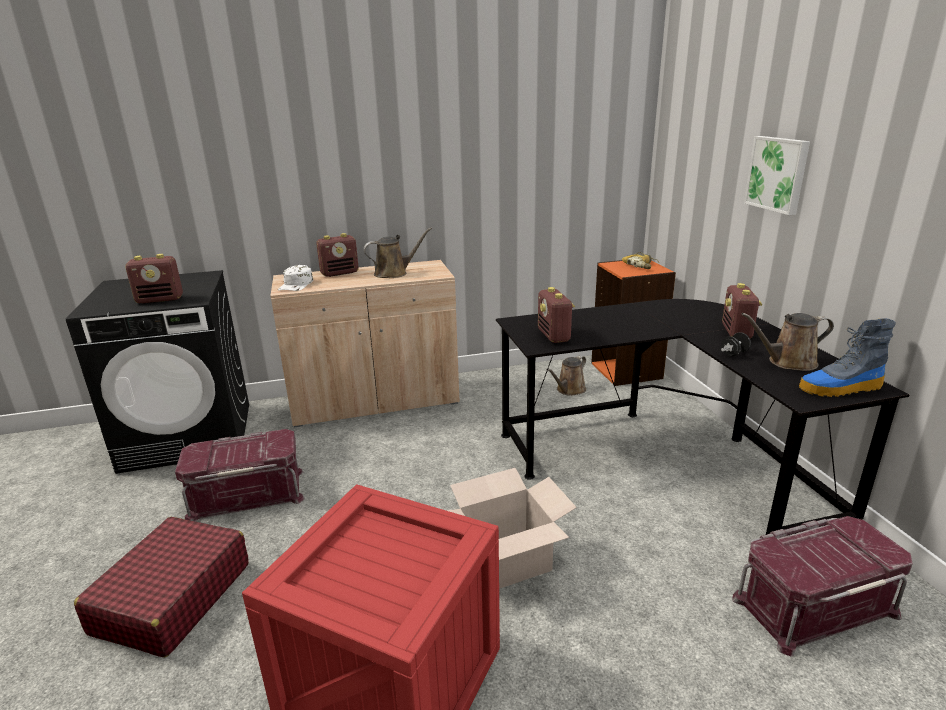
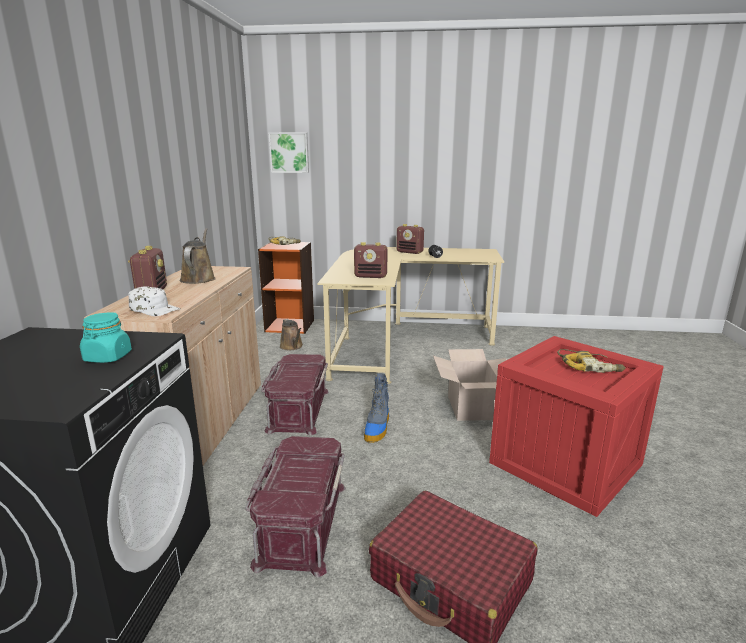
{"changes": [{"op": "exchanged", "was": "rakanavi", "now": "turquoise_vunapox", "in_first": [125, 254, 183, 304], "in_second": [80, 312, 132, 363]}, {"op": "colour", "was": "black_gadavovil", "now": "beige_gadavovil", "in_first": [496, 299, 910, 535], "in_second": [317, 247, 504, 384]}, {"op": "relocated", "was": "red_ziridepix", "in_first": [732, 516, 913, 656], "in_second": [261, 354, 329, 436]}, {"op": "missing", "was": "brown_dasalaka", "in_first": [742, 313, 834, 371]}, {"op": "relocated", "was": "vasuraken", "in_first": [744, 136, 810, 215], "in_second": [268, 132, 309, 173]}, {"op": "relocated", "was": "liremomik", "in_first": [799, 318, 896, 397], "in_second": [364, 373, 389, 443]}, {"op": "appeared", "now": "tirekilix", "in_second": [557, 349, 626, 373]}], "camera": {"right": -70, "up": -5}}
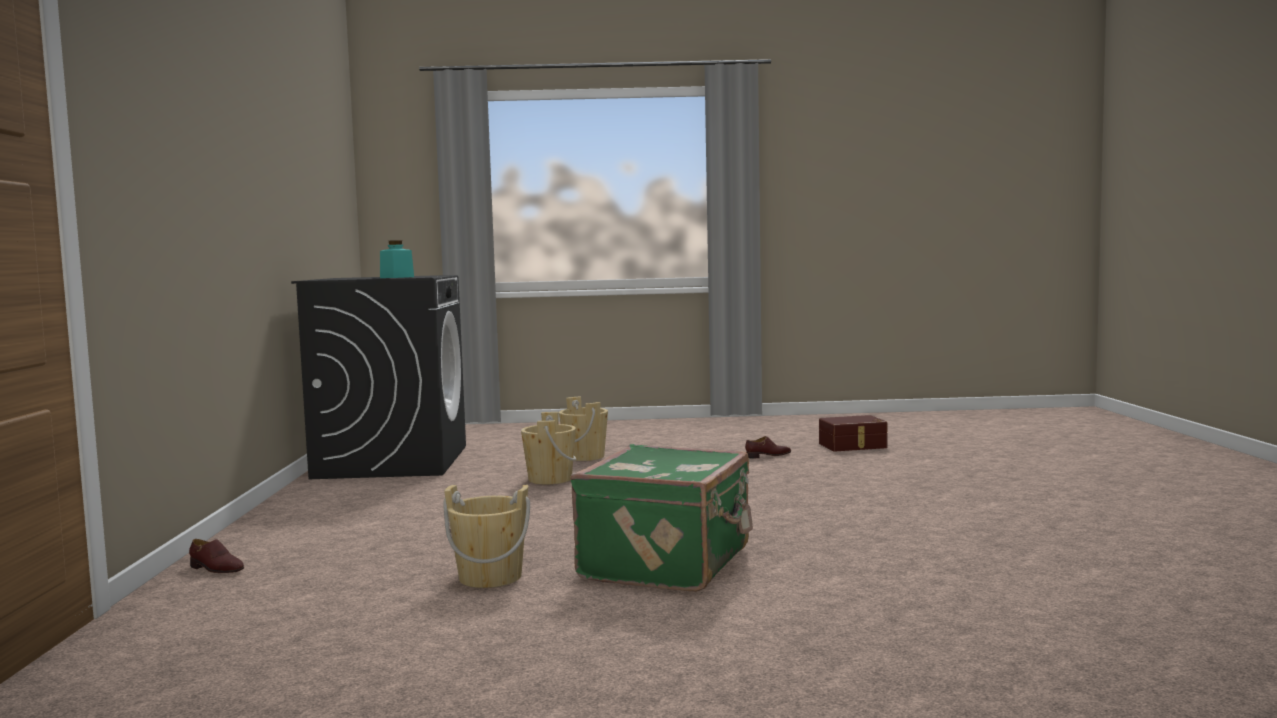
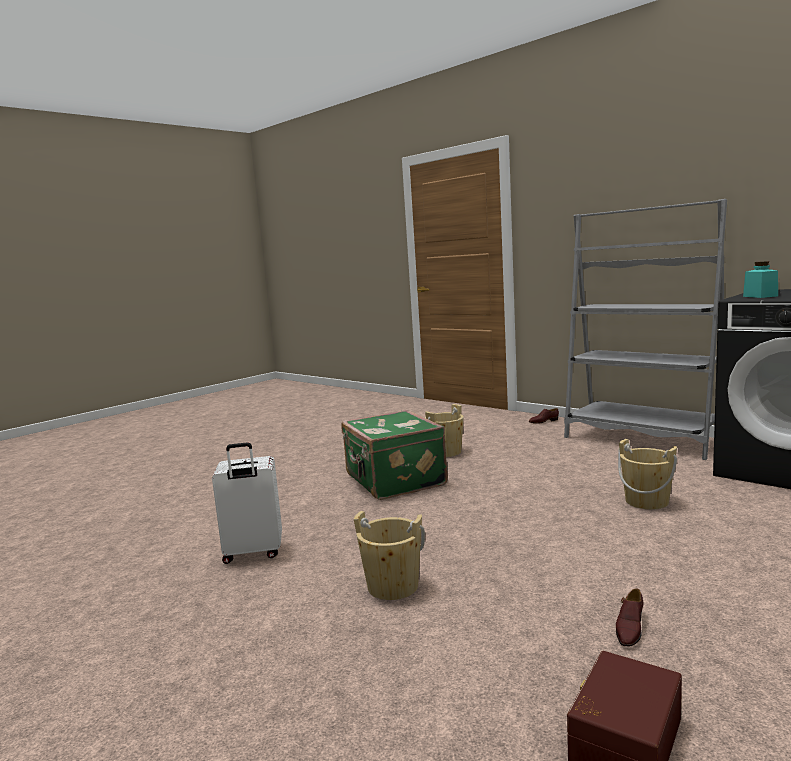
{"changes": [{"op": "relocated", "was": "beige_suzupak", "in_first": [559, 397, 608, 461], "in_second": [354, 511, 425, 600]}, {"op": "appeared", "now": "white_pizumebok", "in_second": [212, 442, 282, 564]}, {"op": "appeared", "now": "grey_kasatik", "in_second": [564, 199, 727, 460]}], "camera": {"right": 135, "up": 5}}
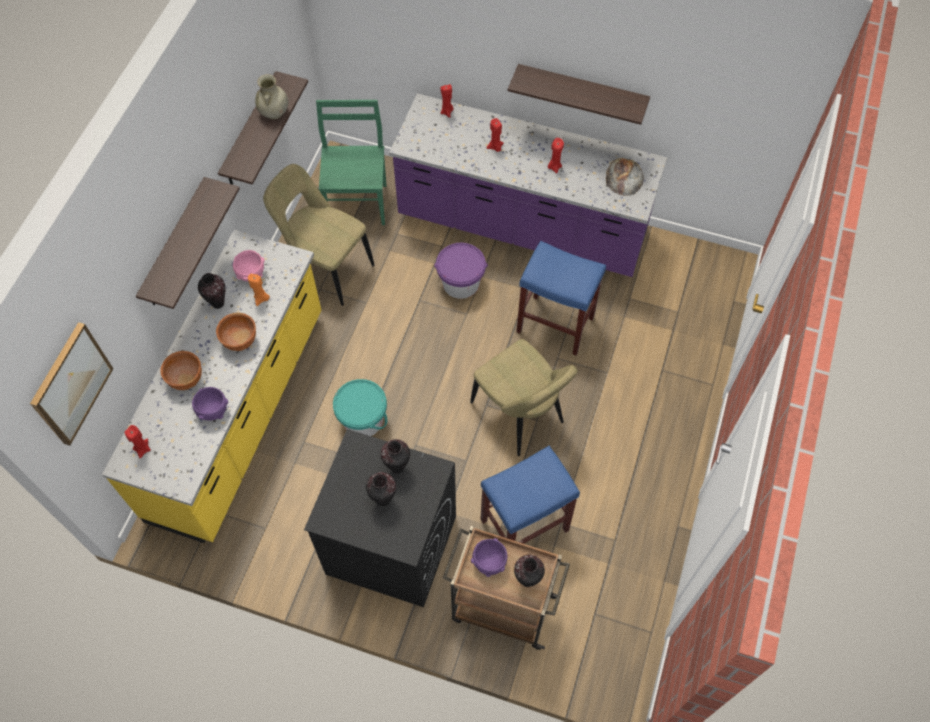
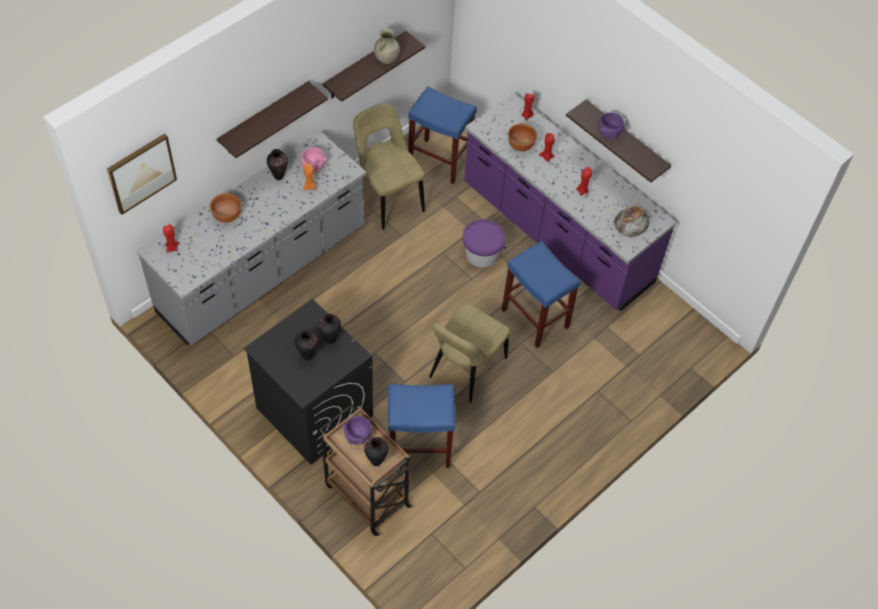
{"changes": [{"op": "colour", "was": "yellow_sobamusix", "now": "grey_sobamusix", "in_first": [102, 230, 322, 543], "in_second": [137, 131, 366, 345]}, {"op": "relocated", "was": "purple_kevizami", "in_first": [192, 387, 228, 420], "in_second": [598, 112, 625, 139]}, {"op": "relocated", "was": "brown_kevizami", "in_first": [216, 313, 256, 351], "in_second": [508, 123, 537, 151]}, {"op": "exchanged", "was": "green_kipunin", "now": "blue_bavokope", "in_first": [316, 100, 386, 225], "in_second": [408, 86, 477, 184]}, {"op": "missing", "was": "turquoise_suzupak", "in_first": [333, 379, 387, 436]}, {"op": "spun", "was": "beige_kipunin", "in_first": [470, 339, 578, 456], "in_second": [429, 303, 510, 403], "clockwise": 45}], "camera": {"right": 25, "up": -5}}
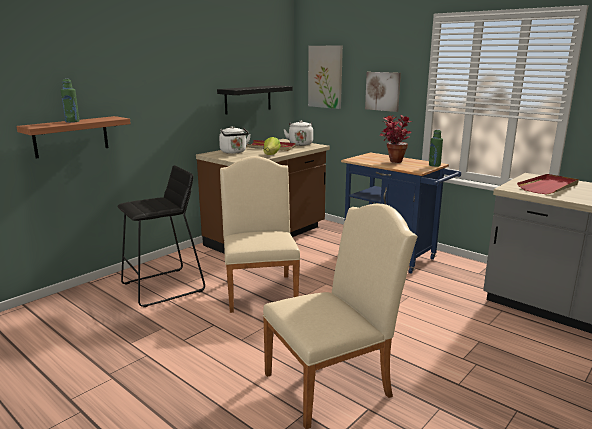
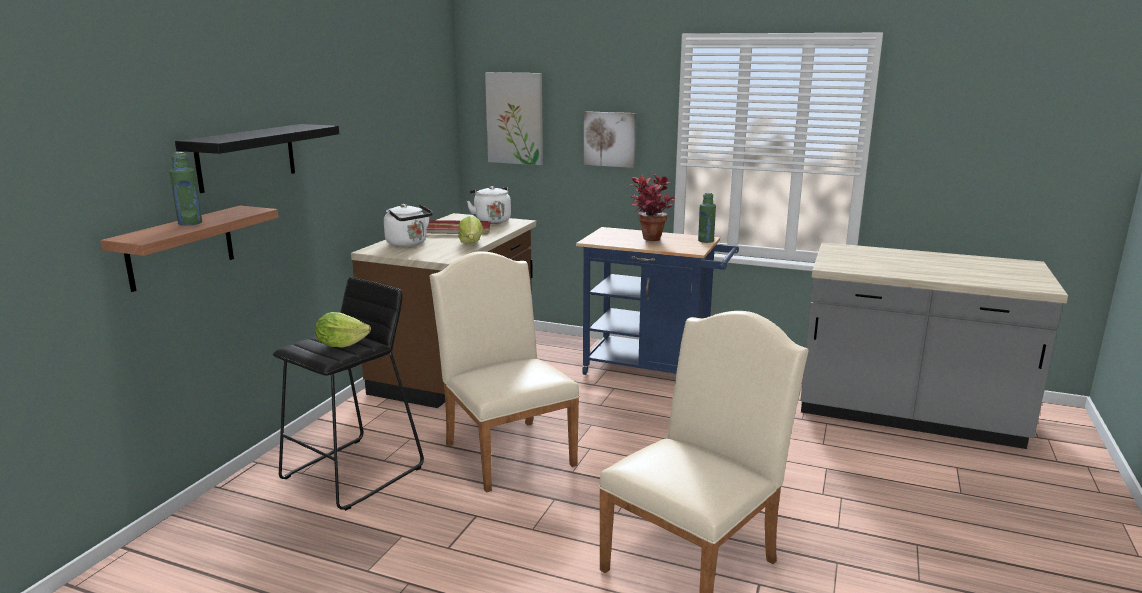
{"changes": [{"op": "relocated", "was": "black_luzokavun", "in_first": [217, 85, 293, 114], "in_second": [175, 124, 339, 193]}, {"op": "missing", "was": "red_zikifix", "in_first": [517, 174, 579, 194]}, {"op": "appeared", "now": "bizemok", "in_second": [315, 312, 371, 348]}], "camera": {"right": -20, "up": 0}}
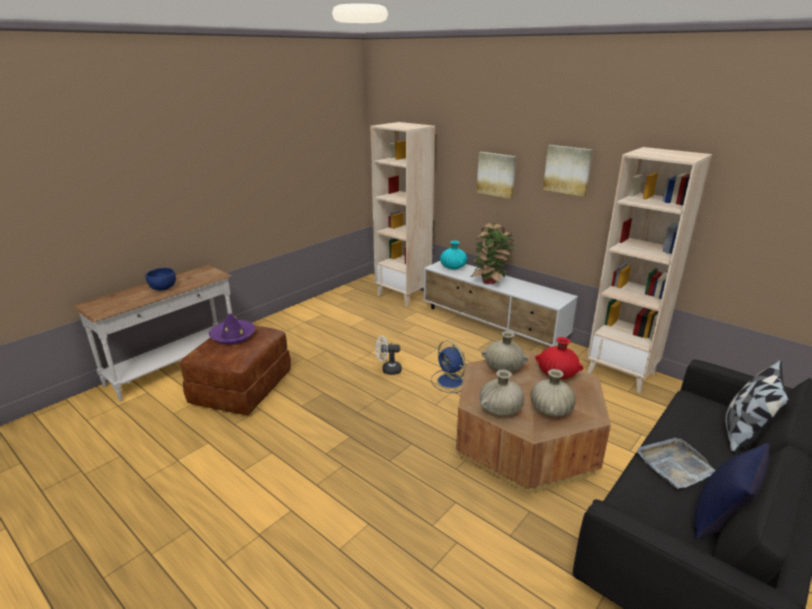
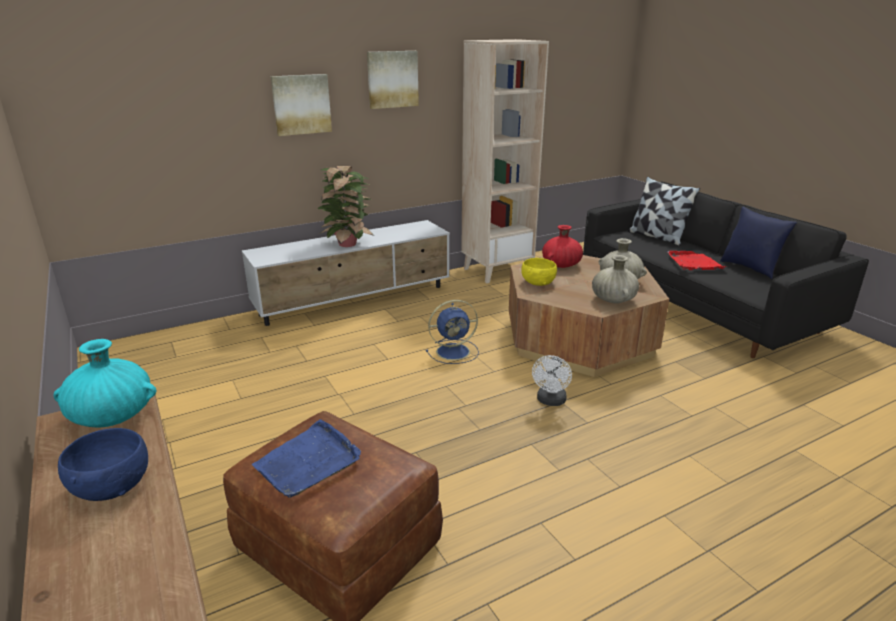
{"changes": [{"op": "exchanged", "was": "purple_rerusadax", "now": "blue_zikifix", "in_first": [209, 313, 256, 344], "in_second": [252, 419, 361, 498]}, {"op": "missing", "was": "beige_kasatik", "in_first": [370, 122, 435, 307]}, {"op": "relocated", "was": "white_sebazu", "in_first": [376, 336, 402, 375], "in_second": [532, 355, 572, 406]}, {"op": "relocated", "was": "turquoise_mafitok", "in_first": [440, 241, 467, 270], "in_second": [54, 339, 156, 427]}, {"op": "exchanged", "was": "beige_mafitok", "now": "yellow_kevizami", "in_first": [482, 331, 528, 372], "in_second": [521, 258, 557, 286]}, {"op": "colour", "was": "grey_zikifix", "now": "red_zikifix", "in_first": [637, 438, 715, 489], "in_second": [668, 251, 726, 270]}], "camera": {"right": -70, "up": 0}}
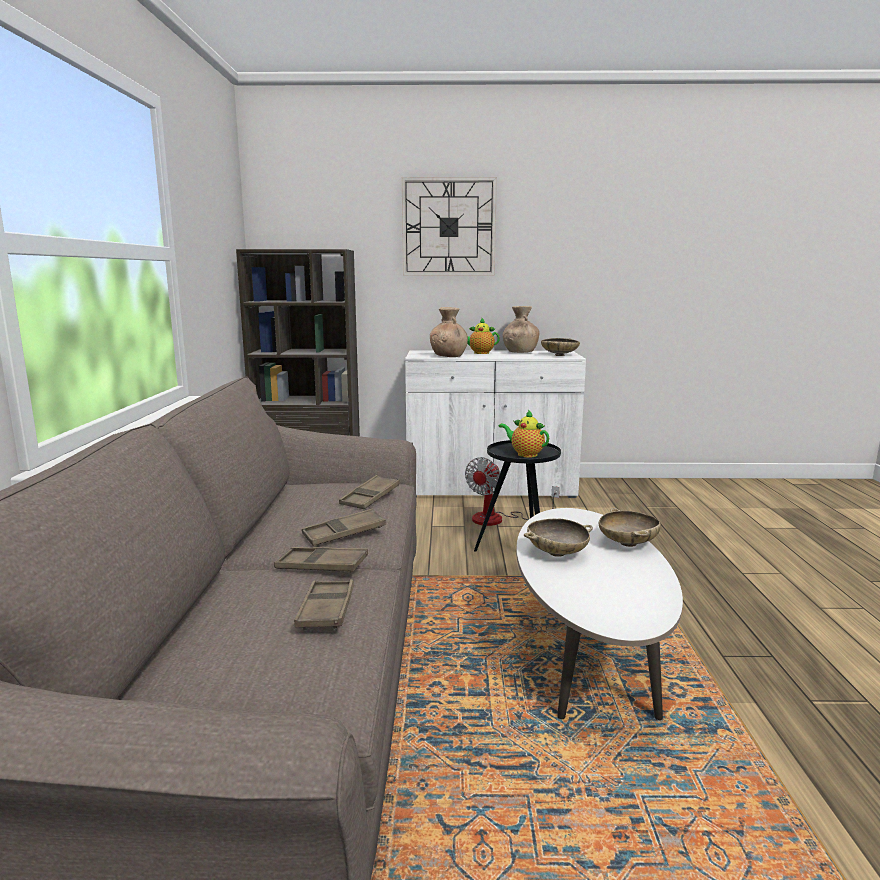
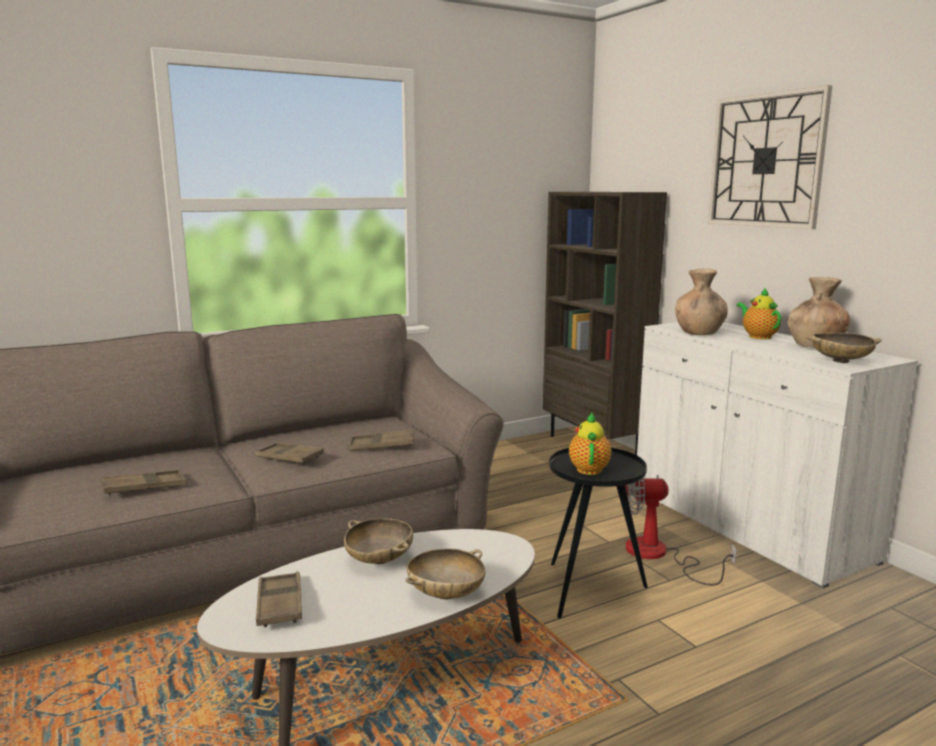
{"changes": [{"op": "relocated", "was": "brown_zikifix", "in_first": [274, 547, 368, 573], "in_second": [256, 572, 302, 627]}], "camera": {"right": 60, "up": 0}}
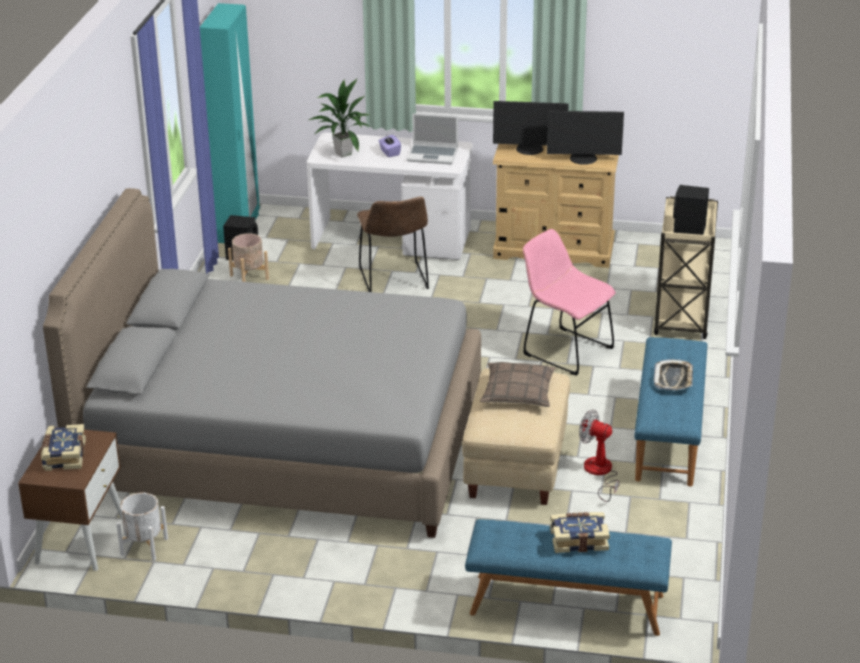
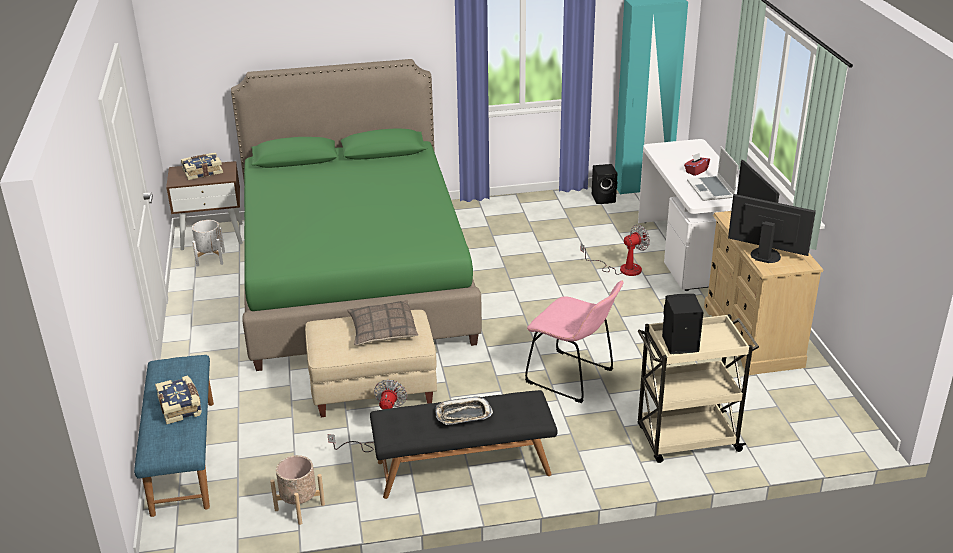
{"changes": [{"op": "colour", "was": "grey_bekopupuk", "now": "green_bekopupuk", "in_first": [43, 188, 481, 538], "in_second": [231, 59, 482, 371]}, {"op": "relocated", "was": "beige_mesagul", "in_first": [228, 233, 269, 282], "in_second": [270, 455, 325, 525]}, {"op": "missing", "was": "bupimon", "in_first": [309, 78, 371, 158]}, {"op": "exchanged", "was": "brown_kipunin", "now": "sebazu", "in_first": [357, 197, 429, 292], "in_second": [581, 225, 650, 276]}, {"op": "colour", "was": "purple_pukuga", "now": "red_pukuga", "in_first": [379, 135, 401, 157], "in_second": [684, 153, 710, 176]}, {"op": "spun", "was": "pink_kipunin", "in_first": [523, 229, 616, 376], "in_second": [525, 281, 623, 403], "clockwise": 105}, {"op": "spun", "was": "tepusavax", "in_first": [547, 111, 624, 165], "in_second": [728, 194, 816, 263], "clockwise": 135}, {"op": "colour", "was": "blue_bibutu", "now": "black_bibutu", "in_first": [634, 337, 707, 487], "in_second": [370, 390, 558, 499]}], "camera": {"right": 70, "up": 0}}
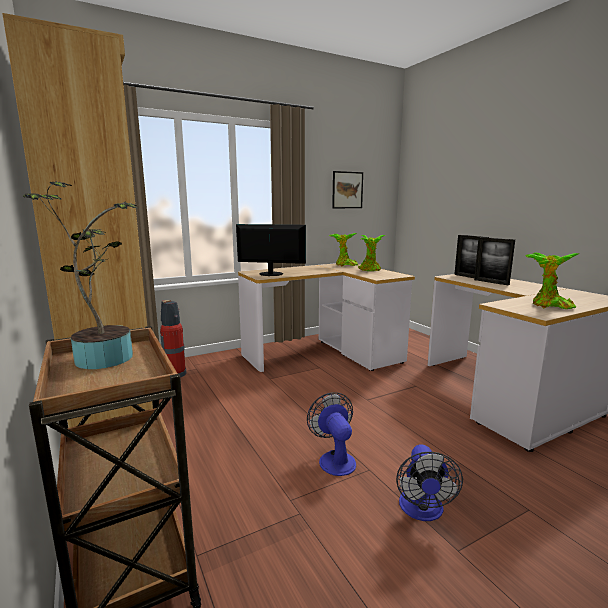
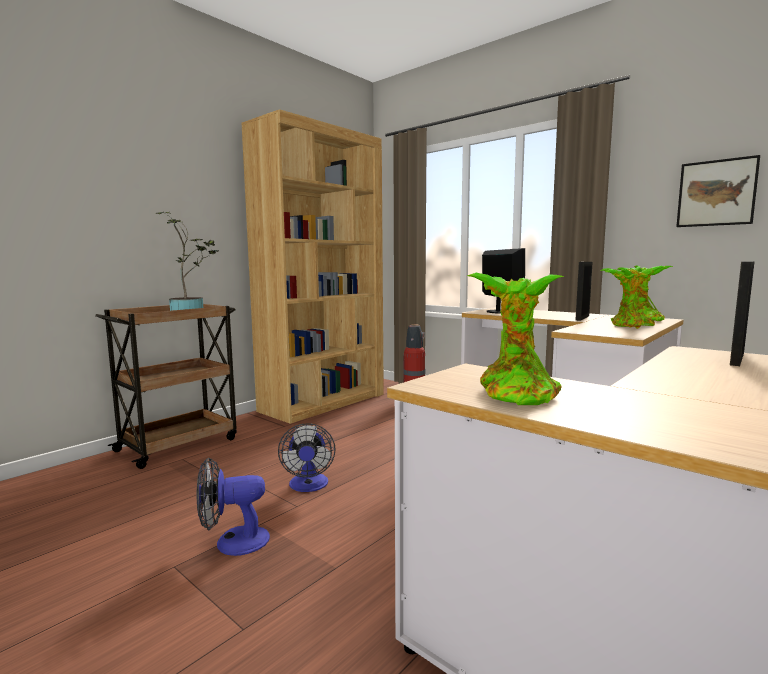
{"changes": [{"op": "spun", "was": "sebazu", "in_first": [307, 392, 356, 476], "in_second": [278, 423, 335, 492], "clockwise": 120}, {"op": "relocated", "was": "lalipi", "in_first": [474, 237, 515, 285], "in_second": [575, 262, 593, 321]}], "camera": {"right": 70, "up": -5}}
